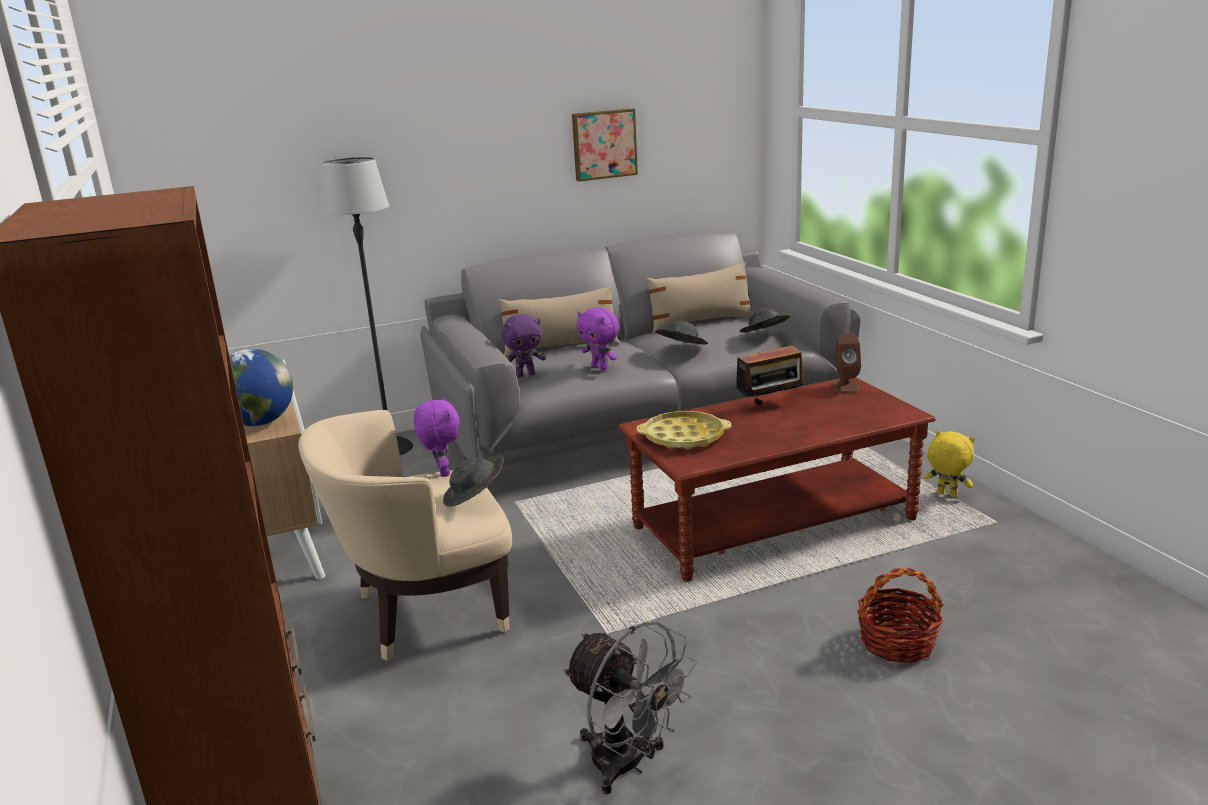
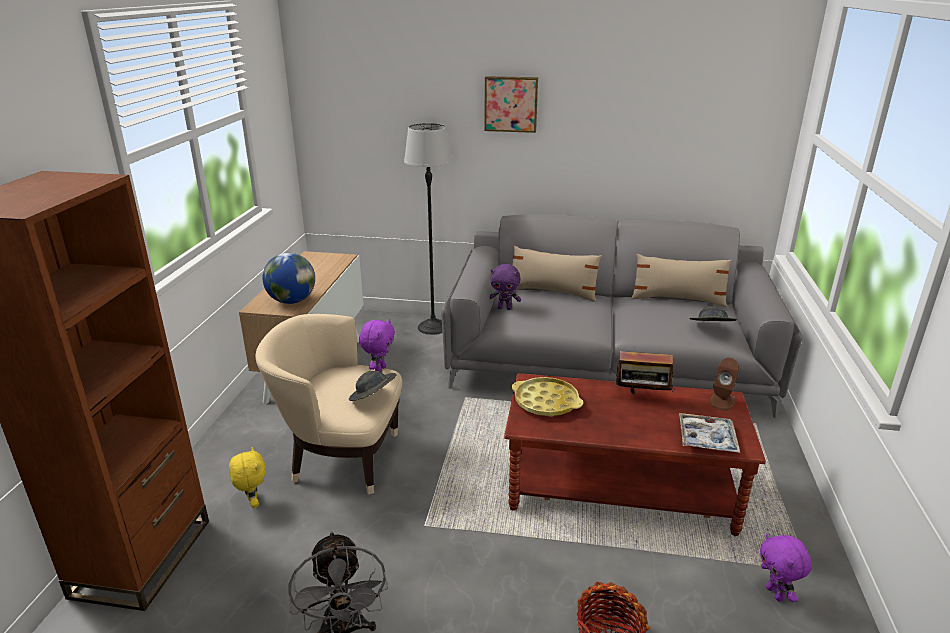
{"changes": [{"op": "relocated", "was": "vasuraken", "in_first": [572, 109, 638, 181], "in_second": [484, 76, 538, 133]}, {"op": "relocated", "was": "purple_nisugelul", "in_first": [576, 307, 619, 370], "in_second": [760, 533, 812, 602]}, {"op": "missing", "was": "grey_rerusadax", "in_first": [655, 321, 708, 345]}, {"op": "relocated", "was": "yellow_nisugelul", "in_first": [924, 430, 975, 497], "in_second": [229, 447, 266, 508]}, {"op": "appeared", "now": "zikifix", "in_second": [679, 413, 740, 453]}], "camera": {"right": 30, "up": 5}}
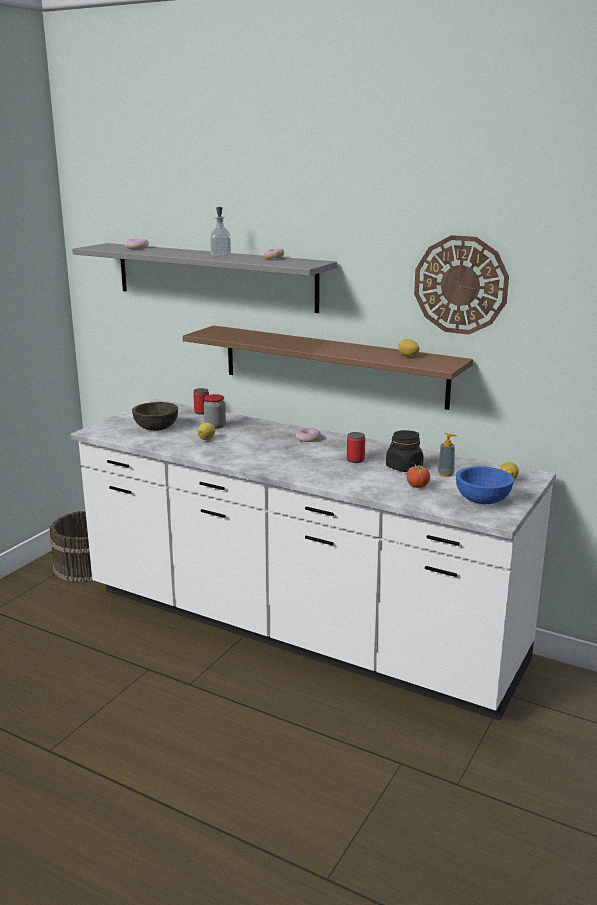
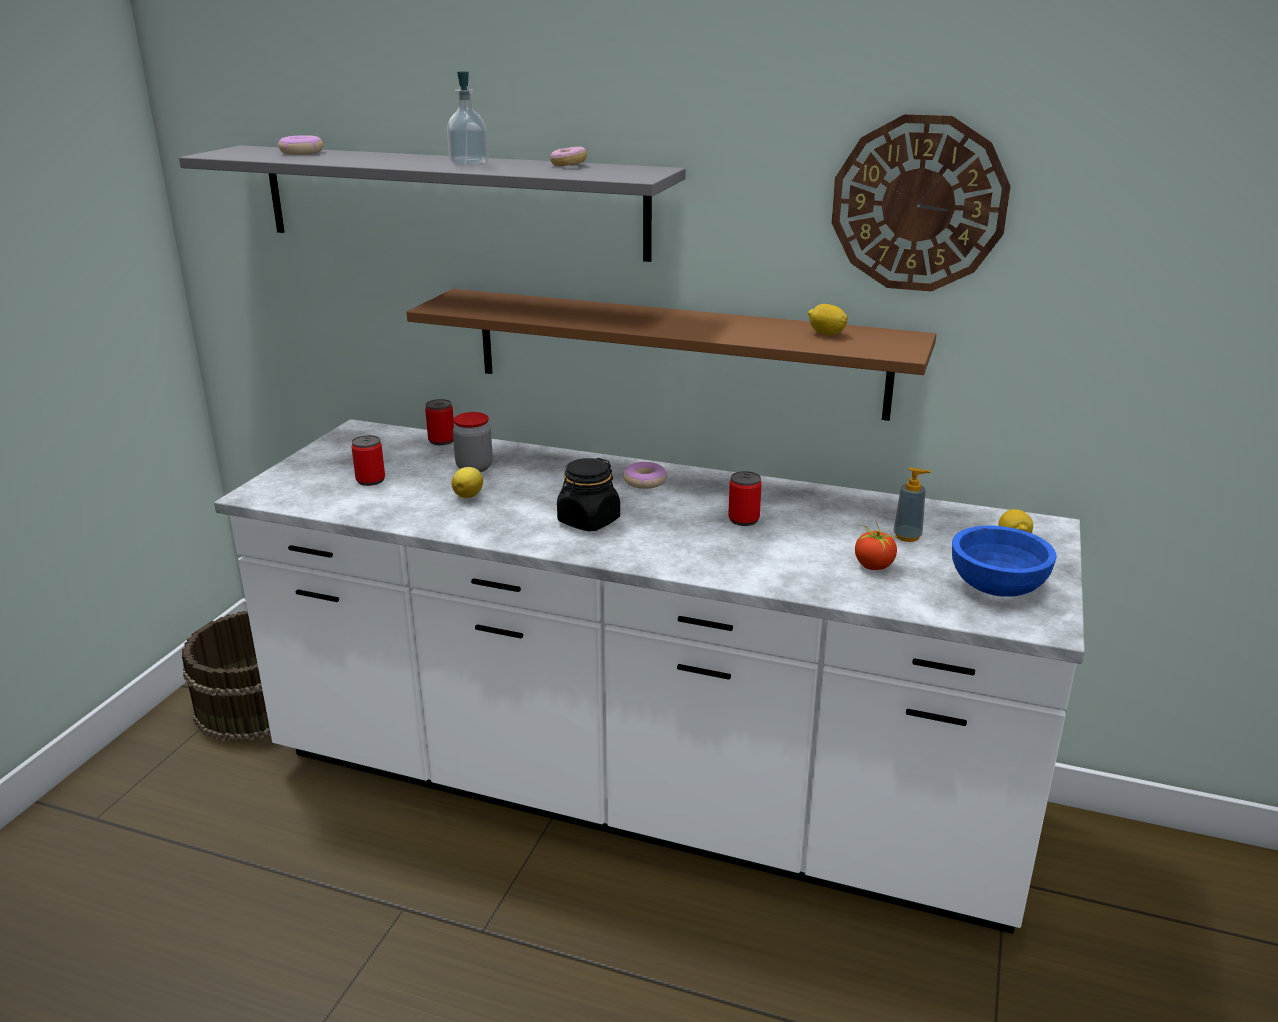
{"changes": [{"op": "exchanged", "was": "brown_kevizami", "now": "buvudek", "in_first": [132, 402, 178, 431], "in_second": [351, 435, 385, 486]}, {"op": "relocated", "was": "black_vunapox", "in_first": [386, 430, 423, 472], "in_second": [557, 458, 620, 531]}], "camera": {"right": -10, "up": 5}}
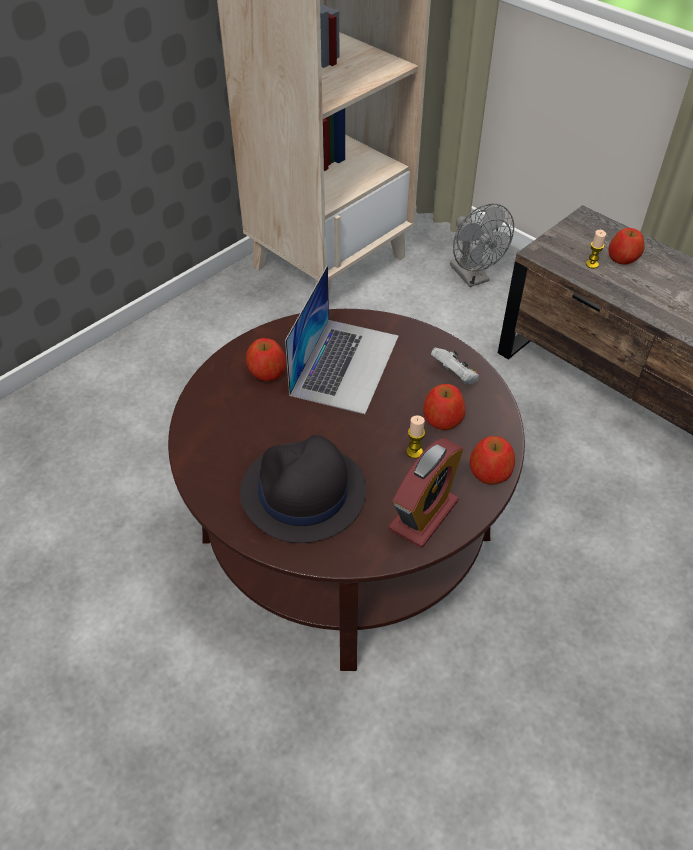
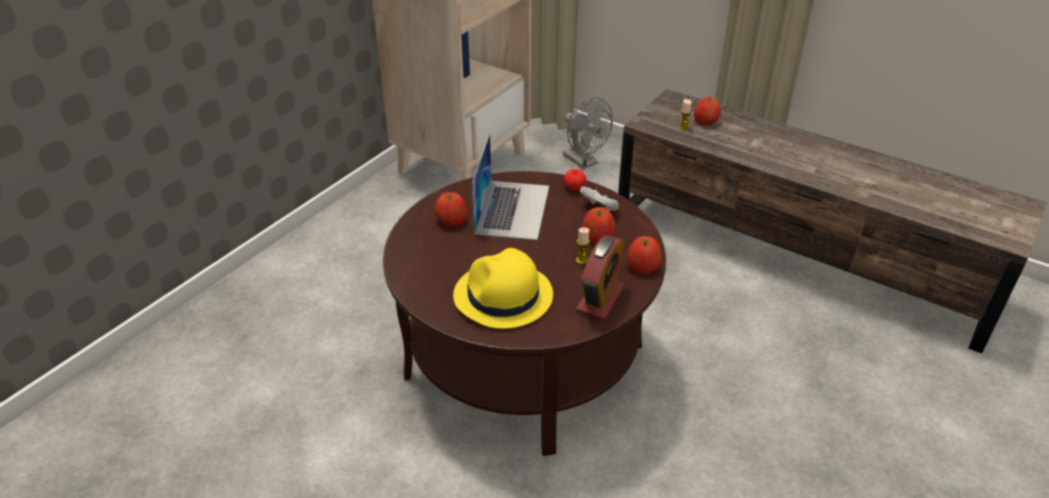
{"changes": [{"op": "colour", "was": "black_rerusadax", "now": "yellow_rerusadax", "in_first": [240, 435, 366, 543], "in_second": [453, 248, 553, 329]}, {"op": "appeared", "now": "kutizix", "in_second": [564, 169, 586, 191]}], "camera": {"right": -10, "up": -10}}
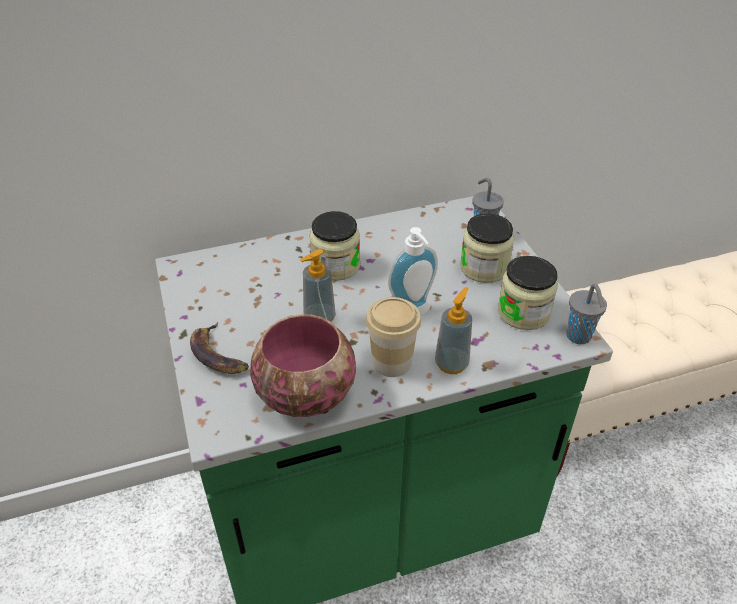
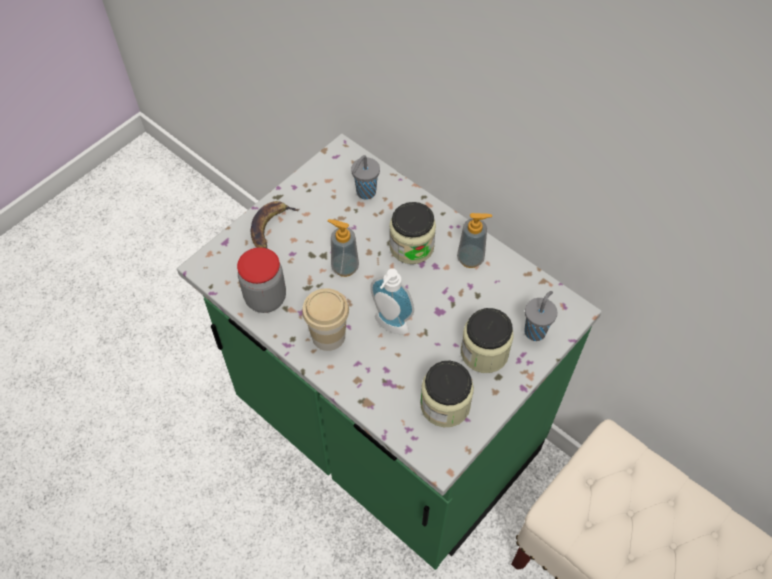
{"changes": [{"op": "exchanged", "was": "kevizami", "now": "vunapox", "in_first": [250, 314, 356, 417], "in_second": [237, 247, 286, 313]}, {"op": "relocated", "was": "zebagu", "in_first": [435, 287, 472, 374], "in_second": [457, 213, 492, 268]}, {"op": "relocated", "was": "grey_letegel", "in_first": [566, 283, 607, 344], "in_second": [351, 155, 380, 200]}], "camera": {"right": 60, "up": 15}}
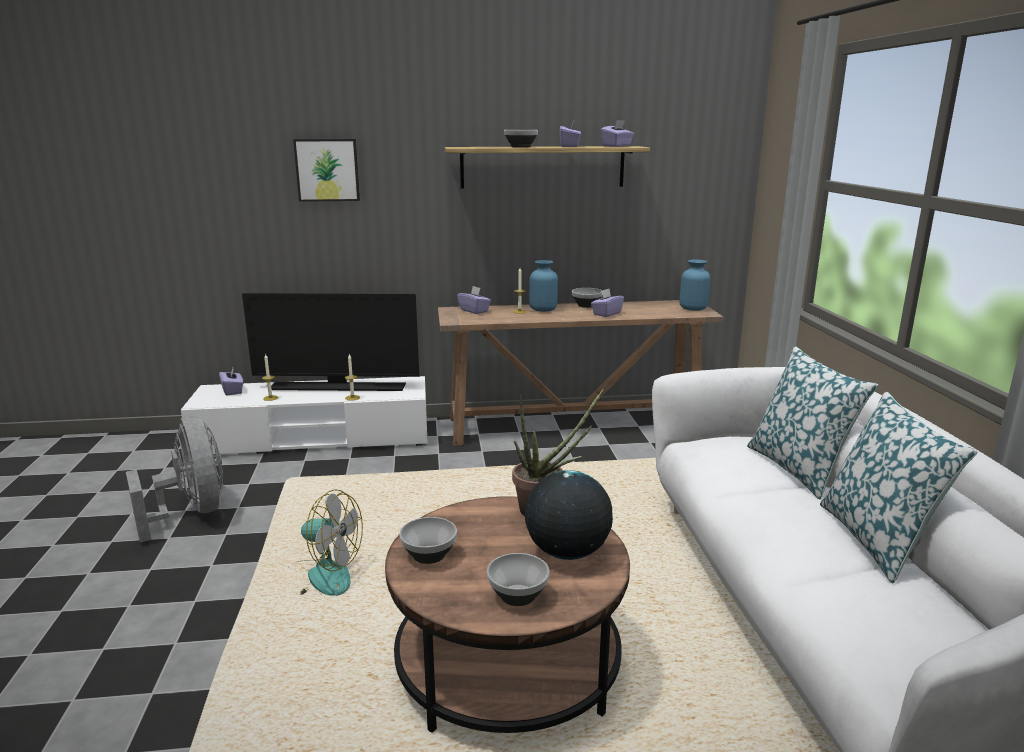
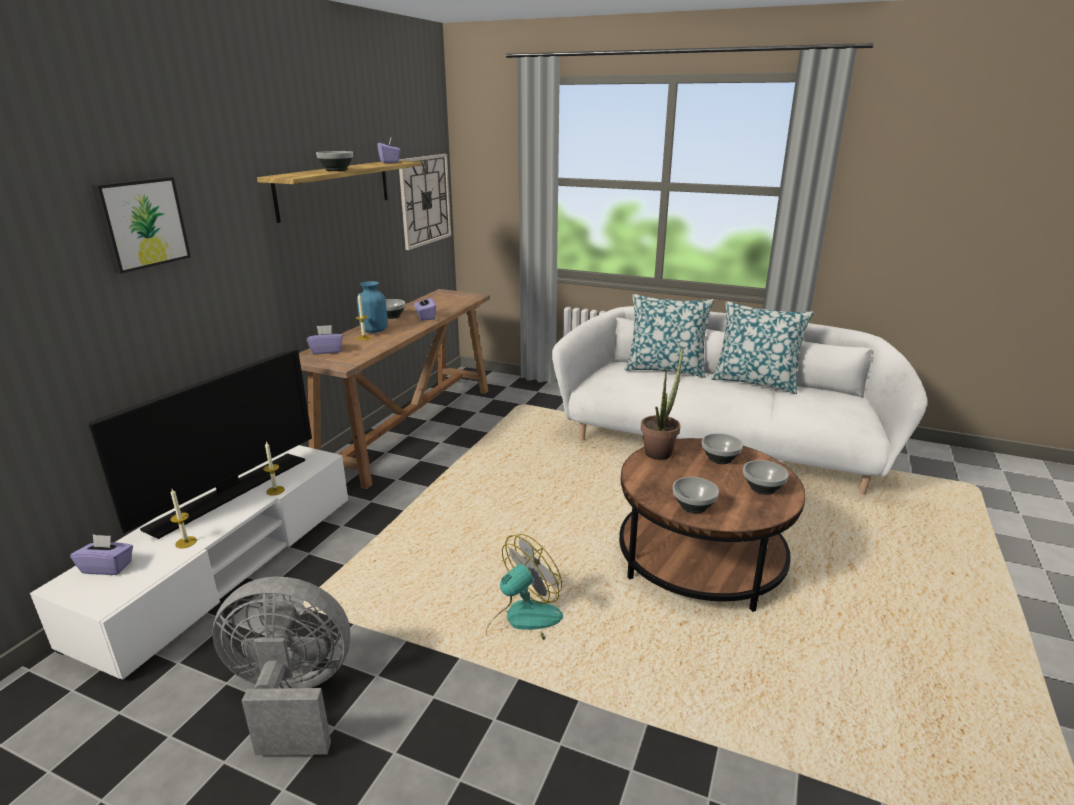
{"changes": [{"op": "exchanged", "was": "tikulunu", "now": "kevizami", "in_first": [525, 470, 613, 560], "in_second": [702, 433, 743, 464]}, {"op": "missing", "was": "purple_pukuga", "in_first": [560, 120, 581, 147]}, {"op": "missing", "was": "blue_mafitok", "in_first": [680, 259, 711, 311]}, {"op": "appeared", "now": "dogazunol", "in_second": [399, 154, 451, 250]}], "camera": {"right": -60, "up": 5}}
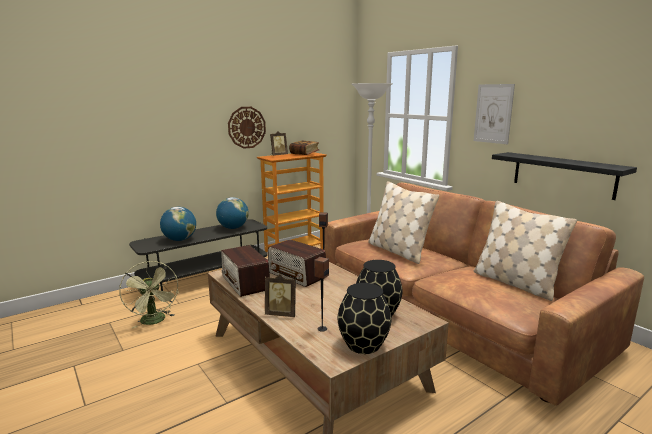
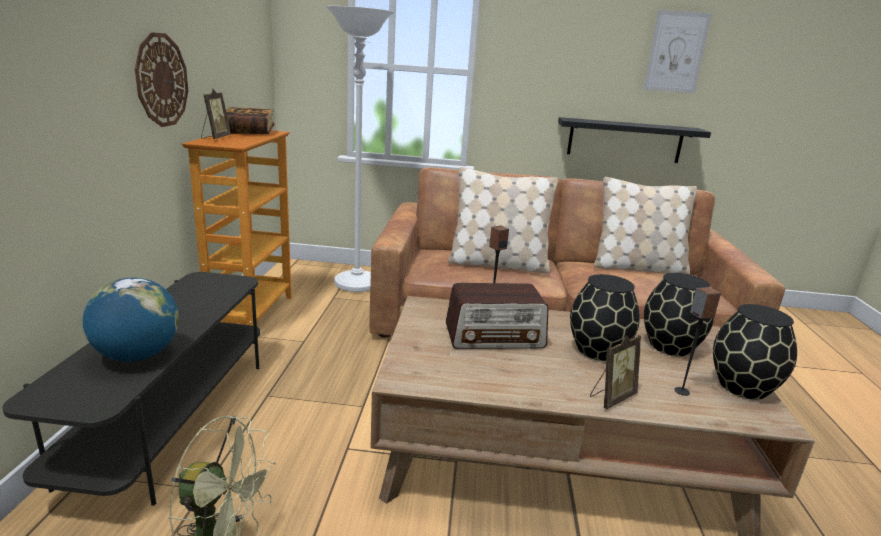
{"changes": [{"op": "missing", "was": "tikulunu", "in_first": [216, 197, 249, 229]}, {"op": "missing", "was": "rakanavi", "in_first": [221, 245, 270, 297]}, {"op": "relocated", "was": "vasuraken", "in_first": [474, 84, 515, 144], "in_second": [643, 10, 712, 93]}, {"op": "appeared", "now": "black_mafitok", "in_second": [570, 274, 640, 361]}], "camera": {"right": -50, "up": 5}}
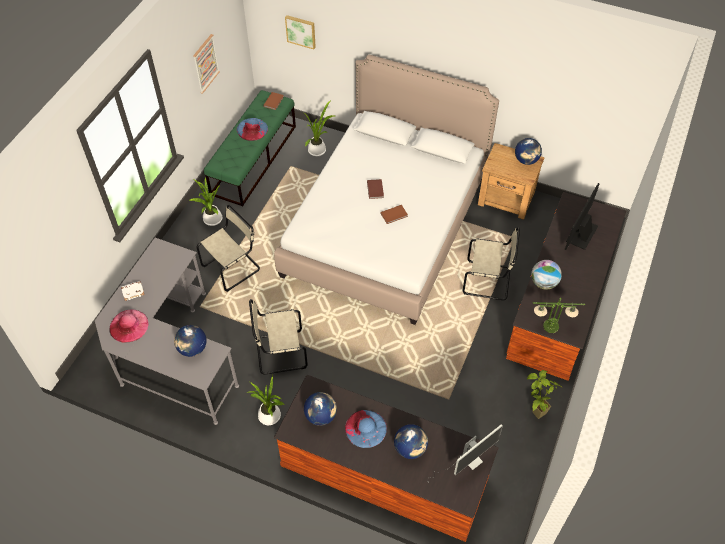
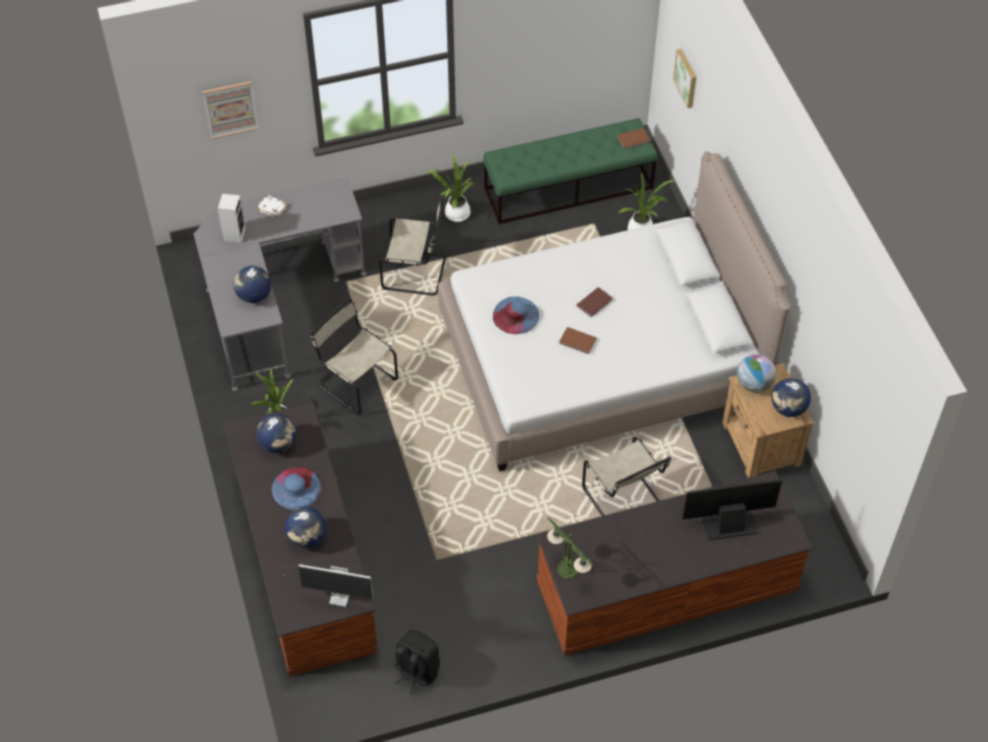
{"changes": [{"op": "exchanged", "was": "pink_rerusadax", "now": "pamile", "in_first": [109, 309, 149, 343], "in_second": [217, 193, 246, 243]}, {"op": "relocated", "was": "vasuraken", "in_first": [193, 34, 220, 94], "in_second": [202, 81, 259, 139]}, {"op": "relocated", "was": "blue_rerusadax", "in_first": [237, 118, 268, 141], "in_second": [493, 297, 539, 334]}, {"op": "missing", "was": "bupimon", "in_first": [527, 370, 562, 419]}, {"op": "relocated", "was": "tikulunu", "in_first": [531, 260, 562, 290], "in_second": [737, 354, 776, 393]}, {"op": "appeared", "now": "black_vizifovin", "in_second": [394, 630, 440, 694]}], "camera": {"right": 50, "up": 0}}
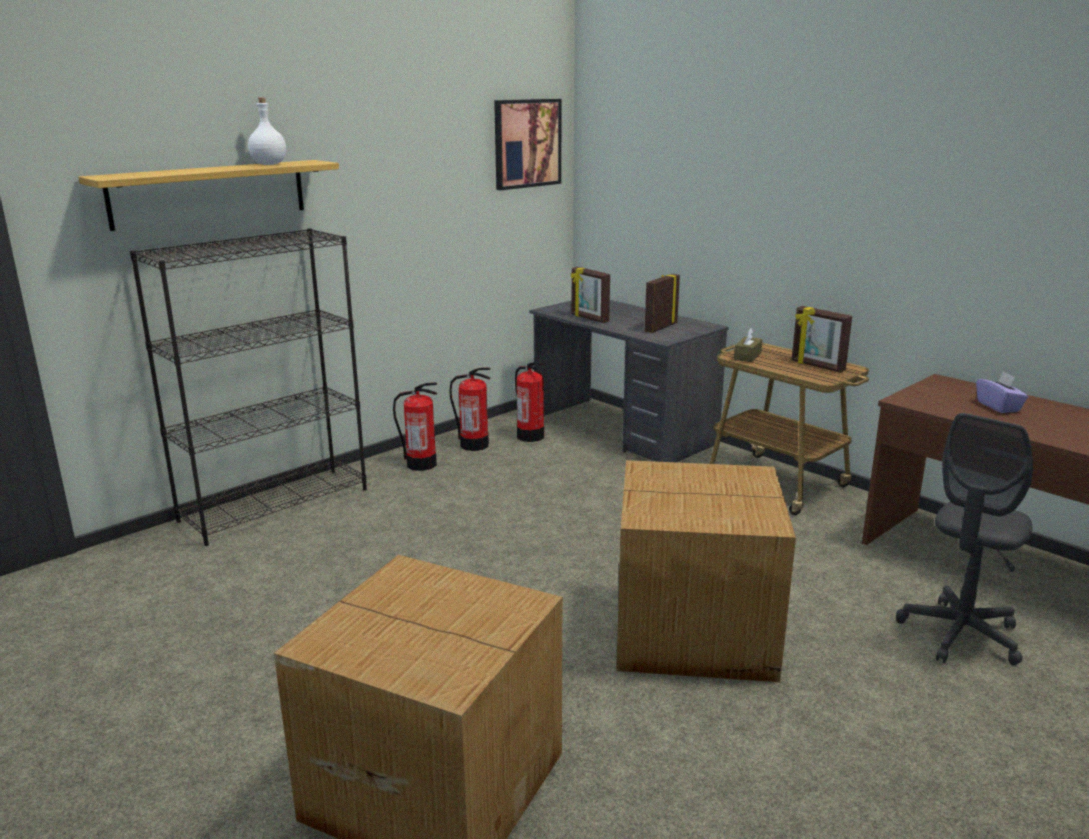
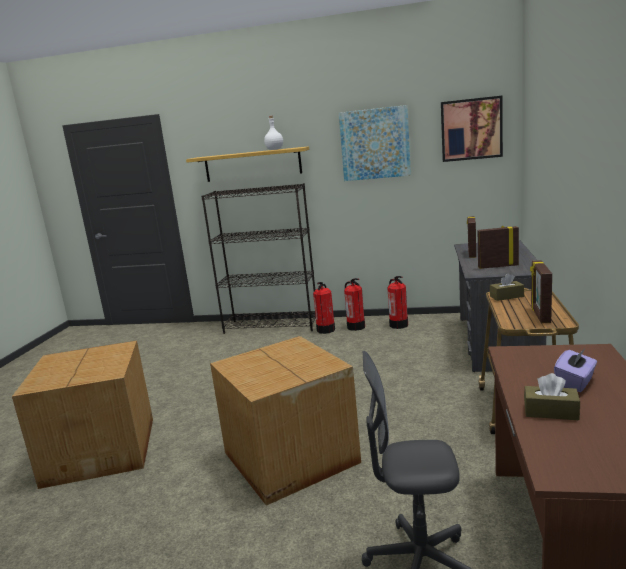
{"changes": [{"op": "relocated", "was": "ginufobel", "in_first": [515, 362, 544, 442], "in_second": [313, 282, 335, 334]}, {"op": "appeared", "now": "vasuraken", "in_second": [339, 105, 411, 181]}, {"op": "appeared", "now": "brown_pukuga", "in_second": [524, 373, 580, 420]}], "camera": {"right": 55, "up": -5}}
